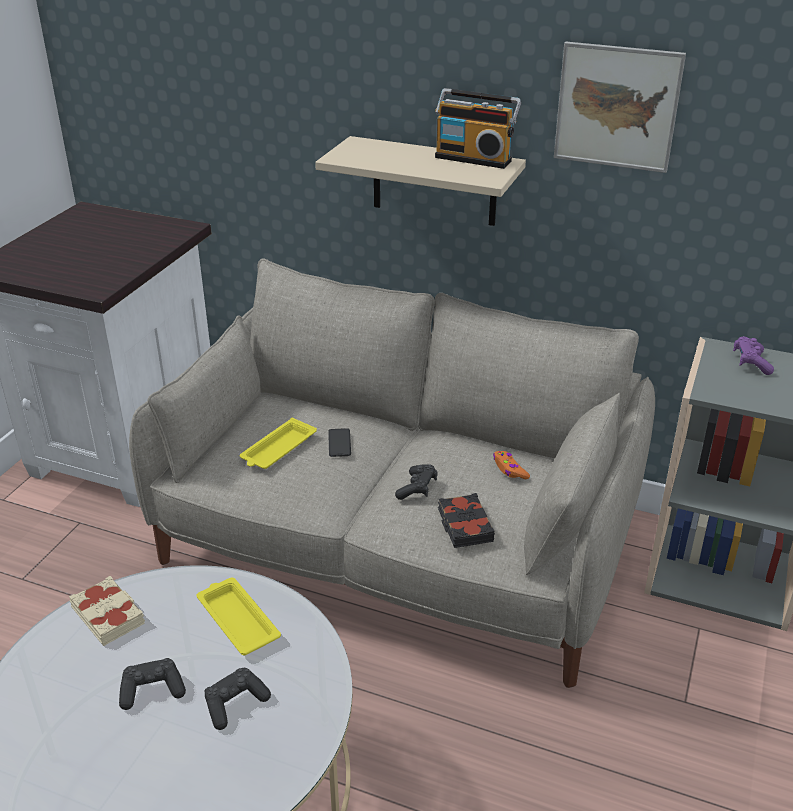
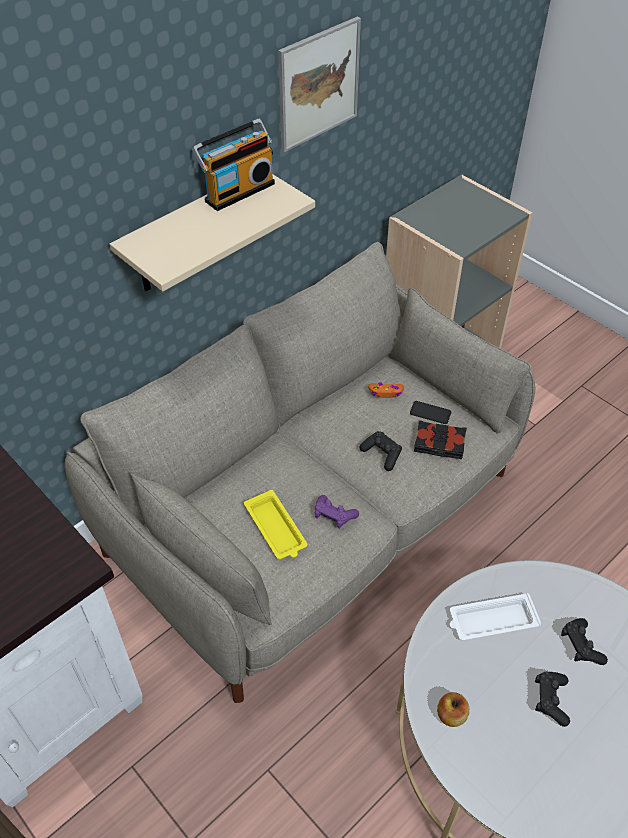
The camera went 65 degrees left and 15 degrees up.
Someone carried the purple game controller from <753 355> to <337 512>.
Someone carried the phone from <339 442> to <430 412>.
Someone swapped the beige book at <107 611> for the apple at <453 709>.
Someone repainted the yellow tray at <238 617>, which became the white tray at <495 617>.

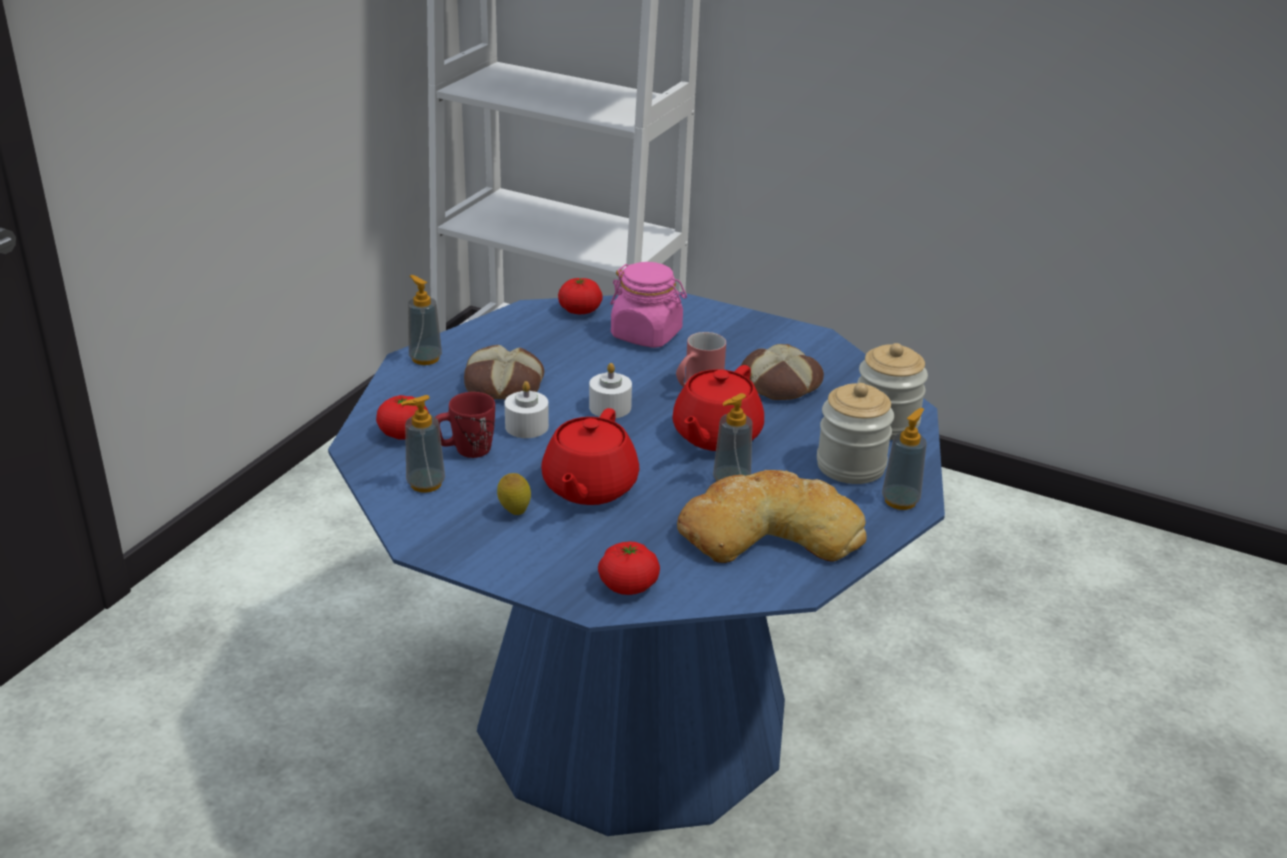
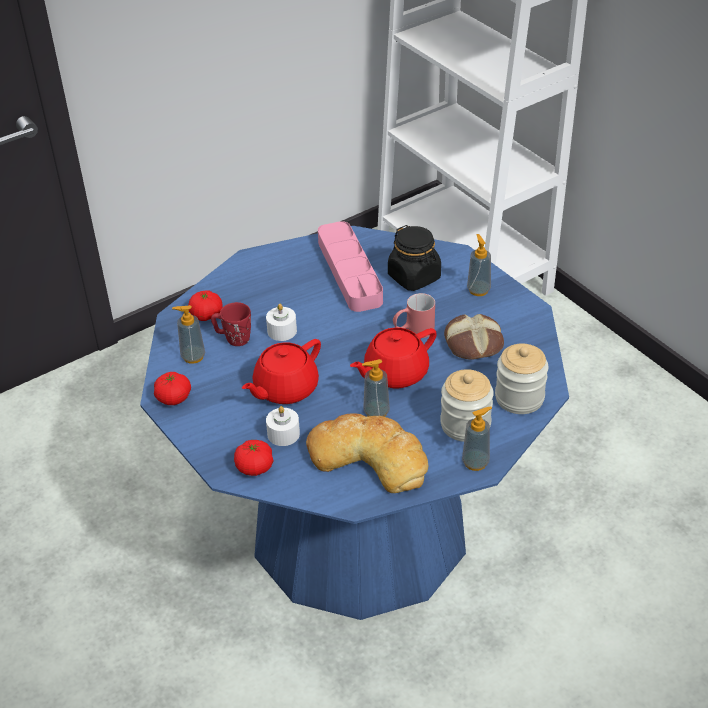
The camera went 30 degrees right and 10 degrees up.
Someone repainted the pink jar at <648 305>, which became the black jar at <414 258>.
Someone carried the soap dispenser from <425 320> to <479 265>.
Someone carried the tomato from <580 296> to <172 388>.
Someone took away the bread at <504 372>.
Someone carried the white candle from <610 390> to <283 426>.
Someone took away the lemon at <514 494>.
Someone put down the pink tray at <350 266>.

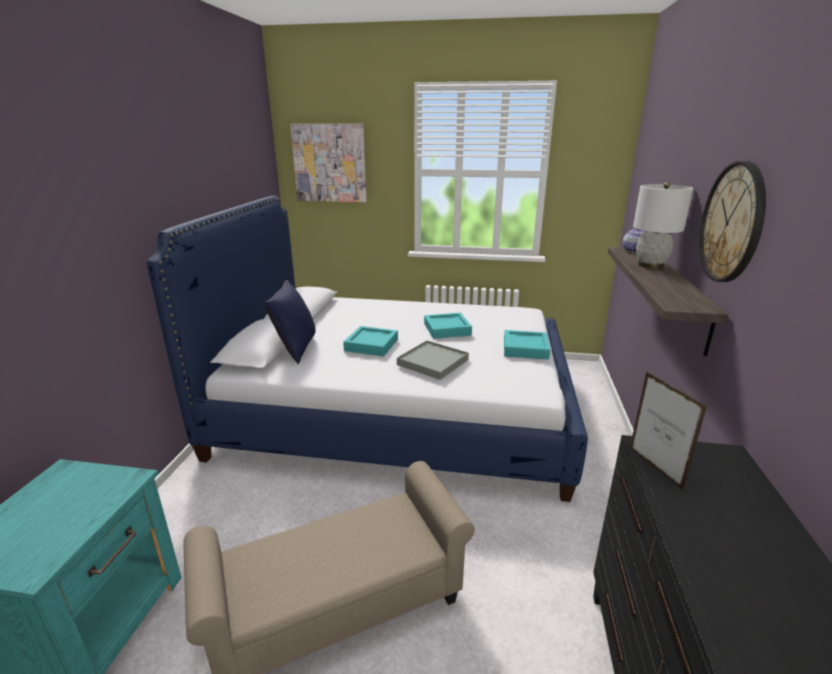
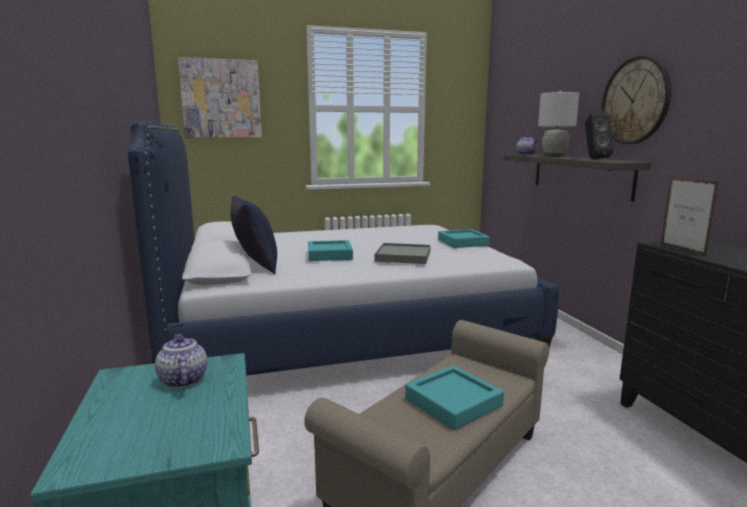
The camera went 25 degrees left and 10 degrees down.
Someone carried the turquoise tray from <448 326> to <454 397>.
Someone rotated the picture frame at <668 430> by 150 degrees counterclockwise.
Someone put down the black speaker at <599 135>.
Someone put down the teapot at <181 361>.

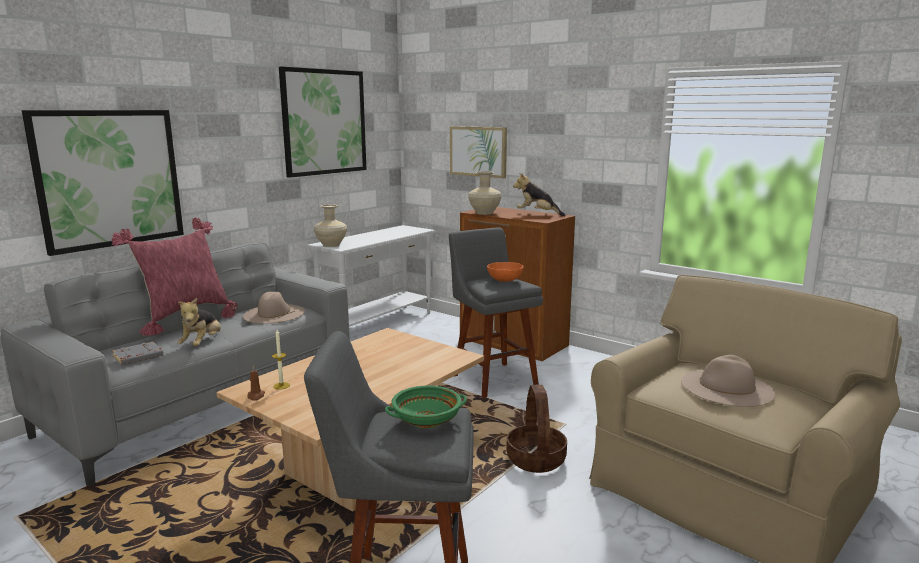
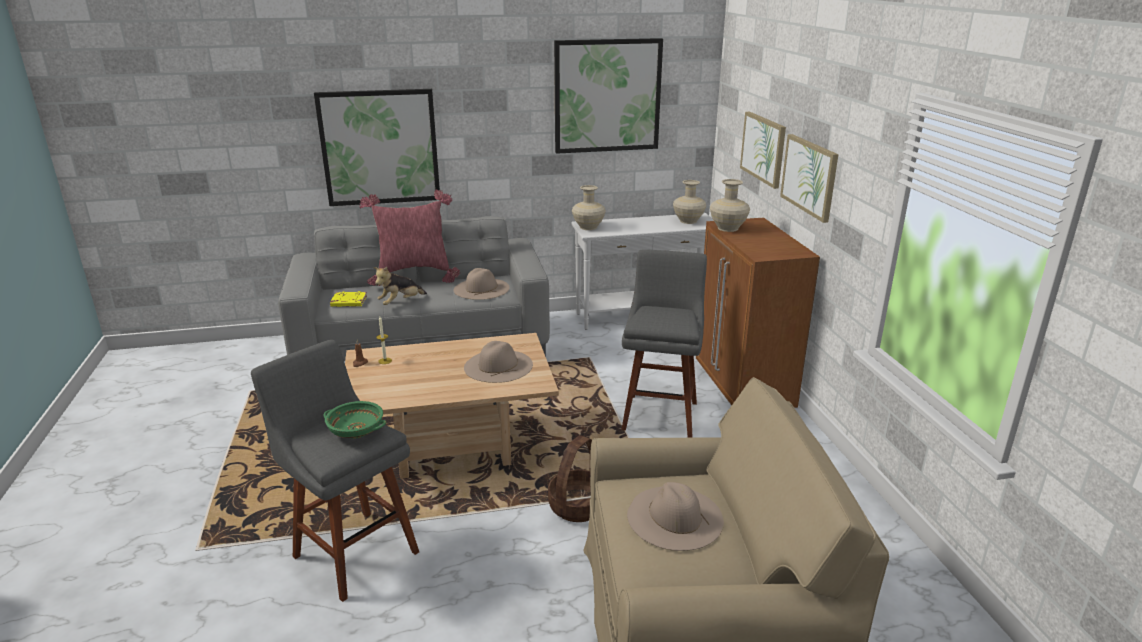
The camera went 40 degrees right and 10 degrees up.
Someone took away the plush toy at <539 194>.
Someone took away the orange bowl at <505 272>.
Someone repainted the grey book at <137 353>, which became the yellow book at <348 299>.
Someone put up the picture at <809 178>.
Someone put down the beige vase at <689 202>.
Someone put down the beige hat at <498 362>.

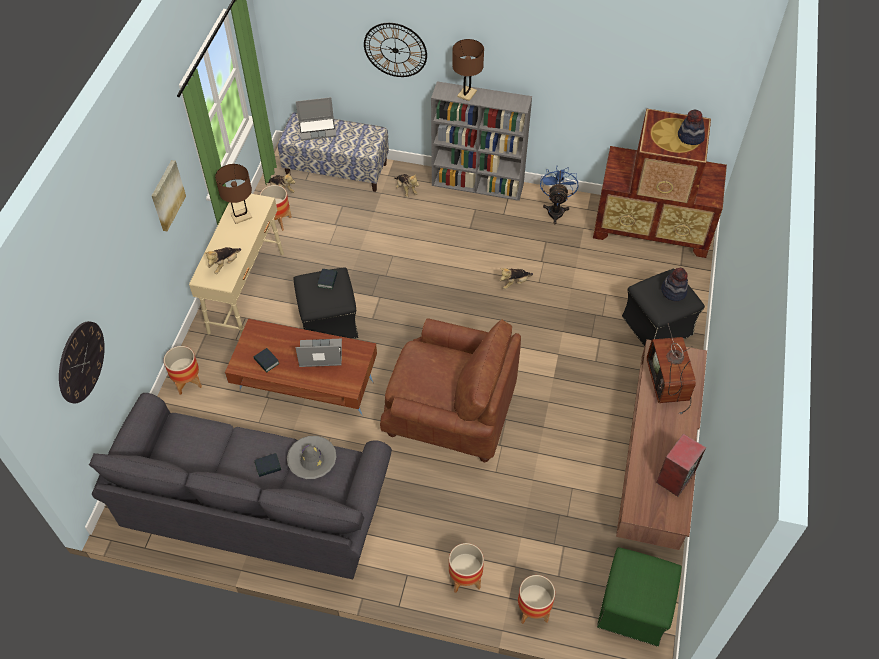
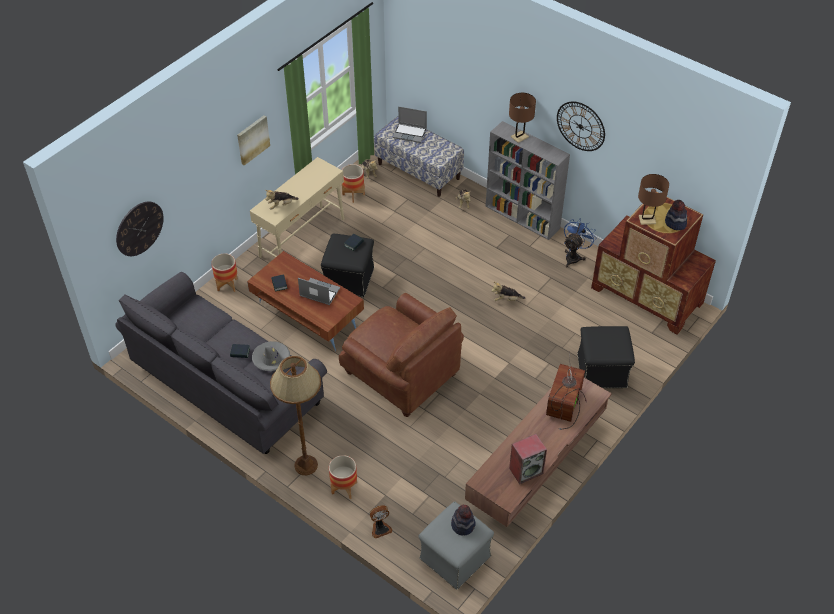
The camera went 25 degrees right and 5 degrees down.
Someone carried the wall clock from <395 50> to <581 126>.
Someone carried the brown table lamp from <233 194> to <653 199>.
Someone carried the hat from <674 284> to <463 520>.
Someone repainted the green ottoman at <639 597>, which became the grey ottoman at <456 546>.
Someone swapped the planter at <536 599> for the fan at <381 522>.
Someone put down the brown floor lamp at <295 415>.

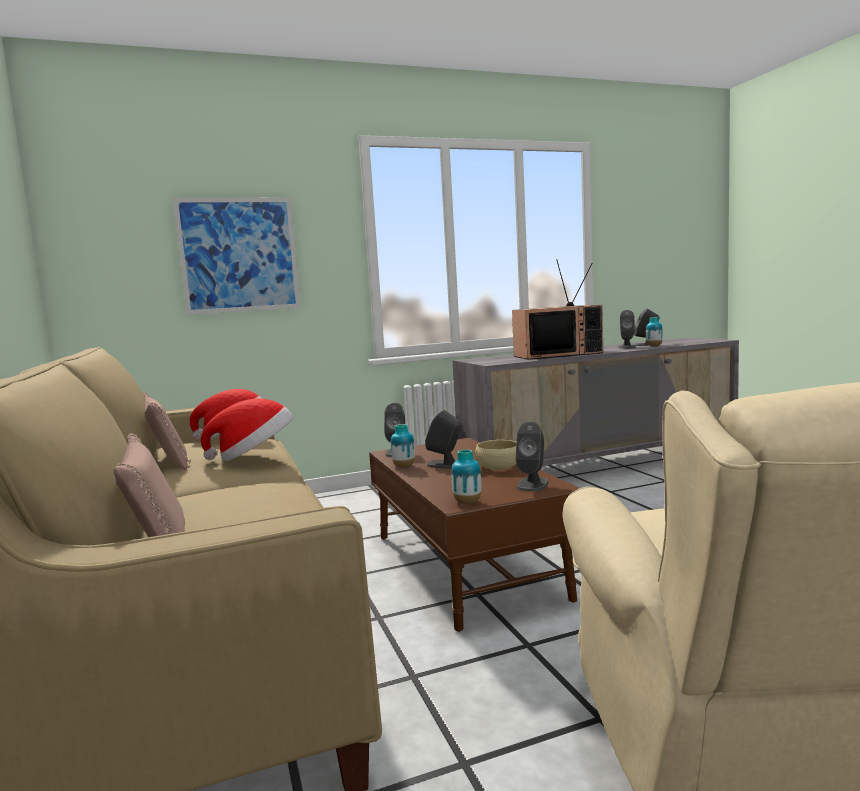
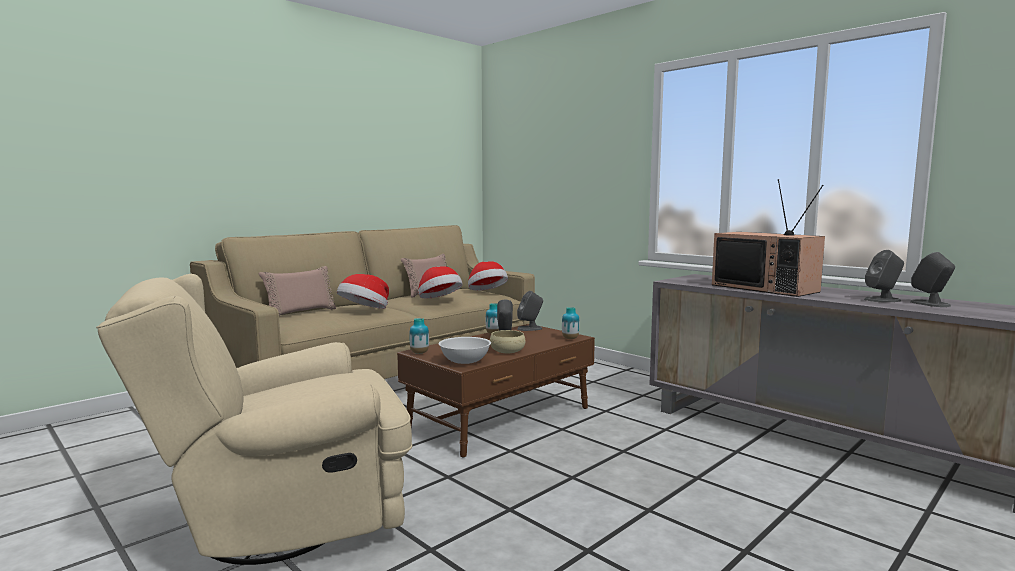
The camera went 65 degrees right and 0 degrees up.
Someone took away the picture at <236 256>.
Someone carried the vase from <654 331> to <571 323>.
Someone swapped the grey speaker at <532 456> for the white bowl at <465 350>.
Someone put down the hat at <363 291>.

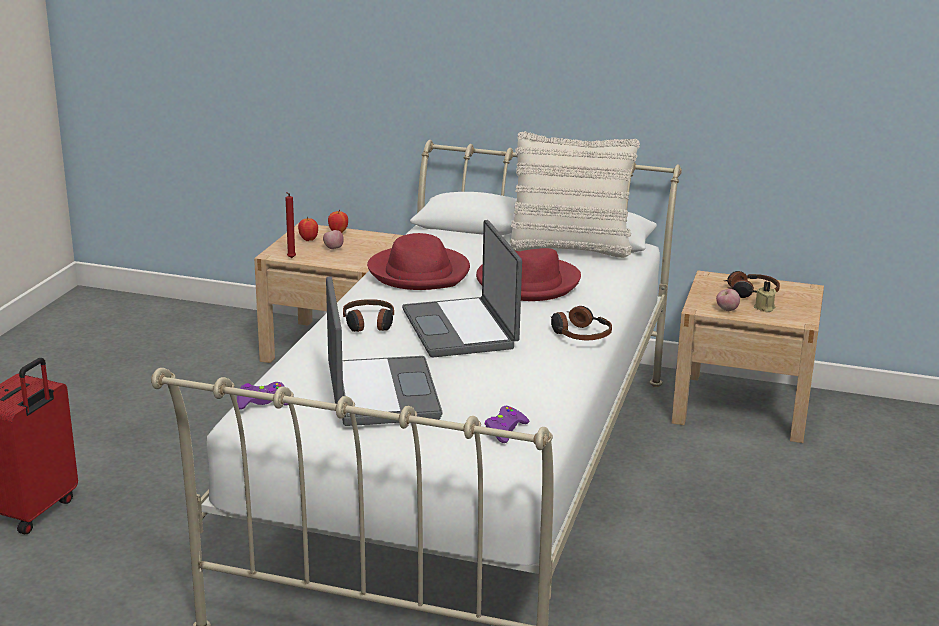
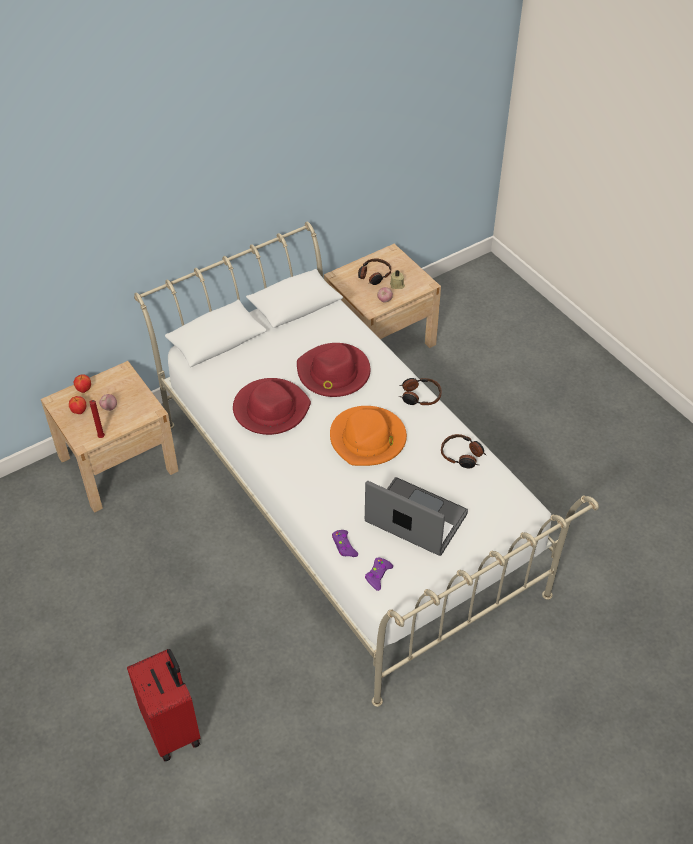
The camera went 50 degrees left and 25 degrees up.
Someone took away the beige pillow at <575 194>.
Someone swapped the laptop at <462 288> for the orange hat at <368 436>.
Someone carried the headphones from <368 315> to <464 451>.
Someone carried the purple game controller from <507 424> to <345 543>.

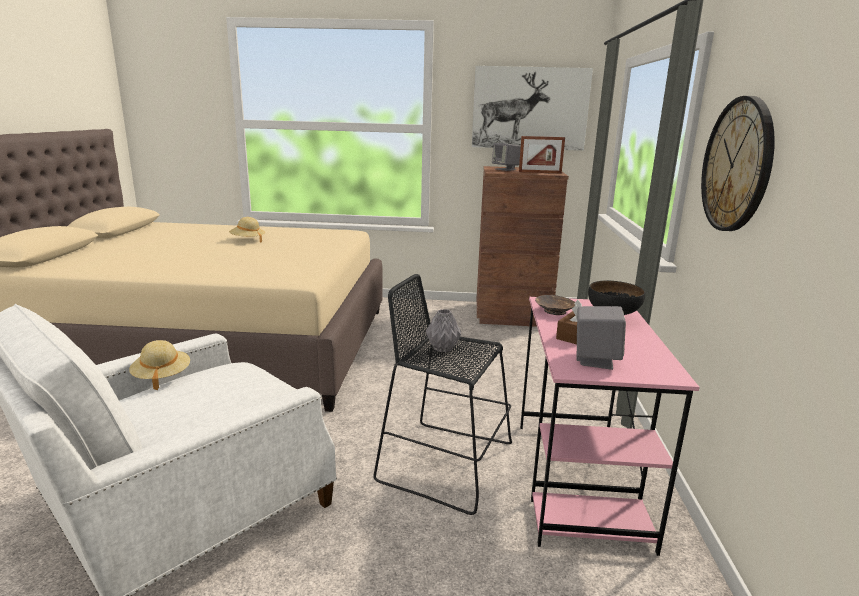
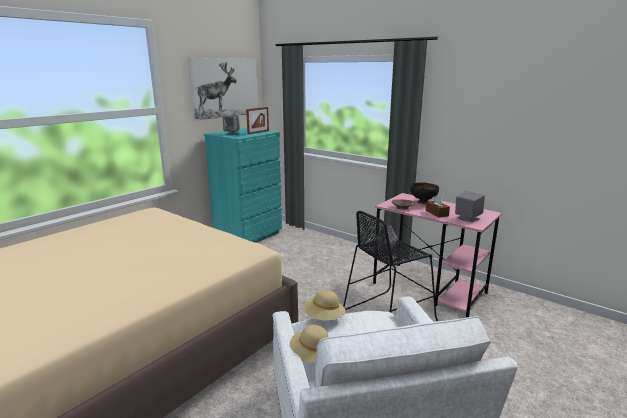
The camera went 55 degrees left and 0 degrees up.
Someone took away the wall clock at <738 163>.
Someone repainted the brown dresser at <523 246>, which became the turquoise dresser at <243 185>.
Someone carried the beige hat from <247 230> to <324 305>.

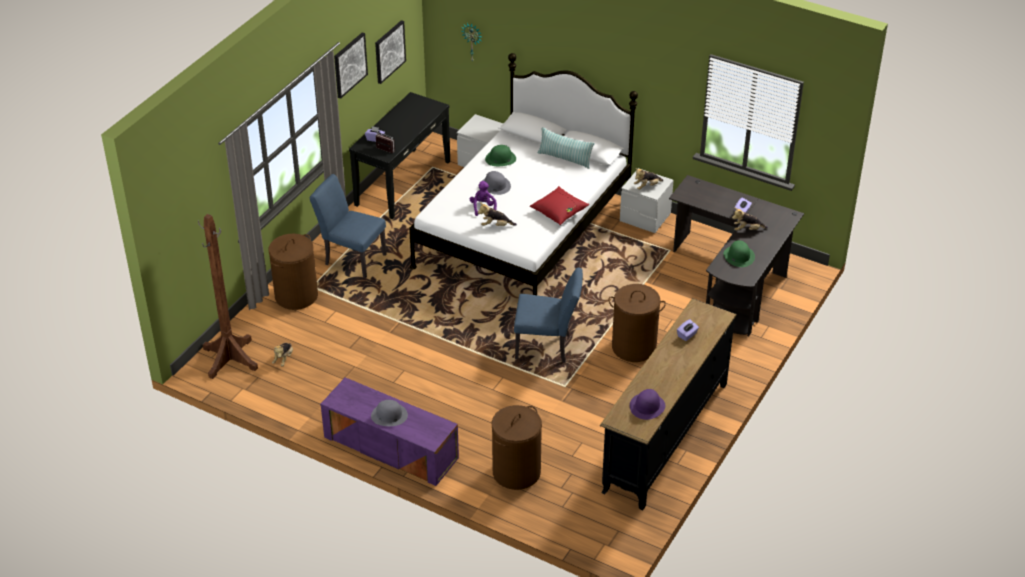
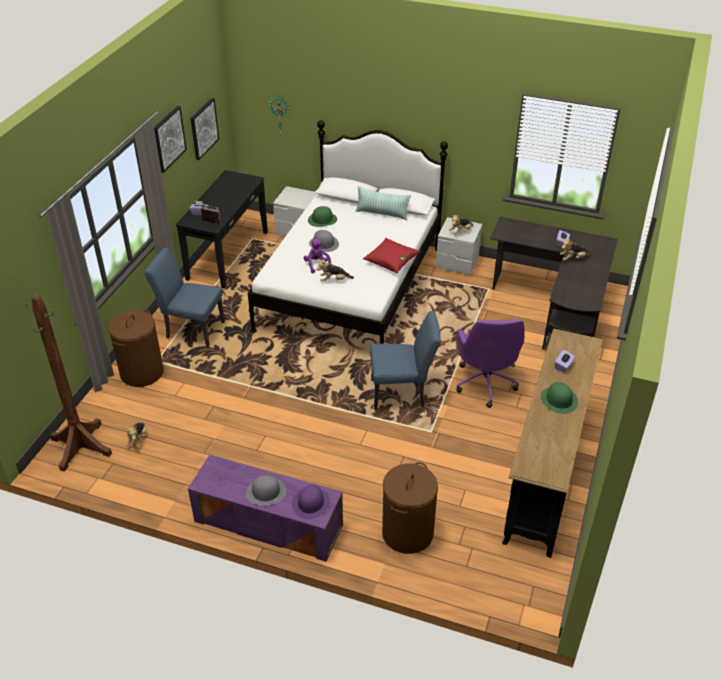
The camera went 10 degrees left and 0 degrees up.
Someone carried the green hat from <739 253> to <559 398>.
Someone swapped the brown laundry basket at <637 323> for the purple office chair at <490 363>.
Someone carried the purple hat from <647 404> to <311 501>.

